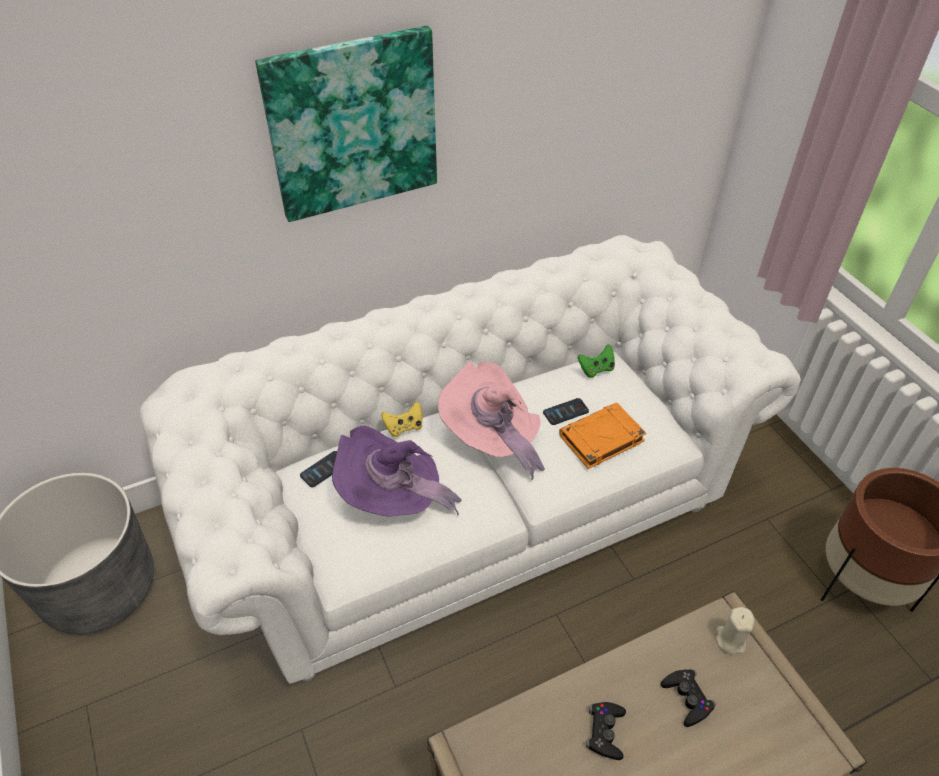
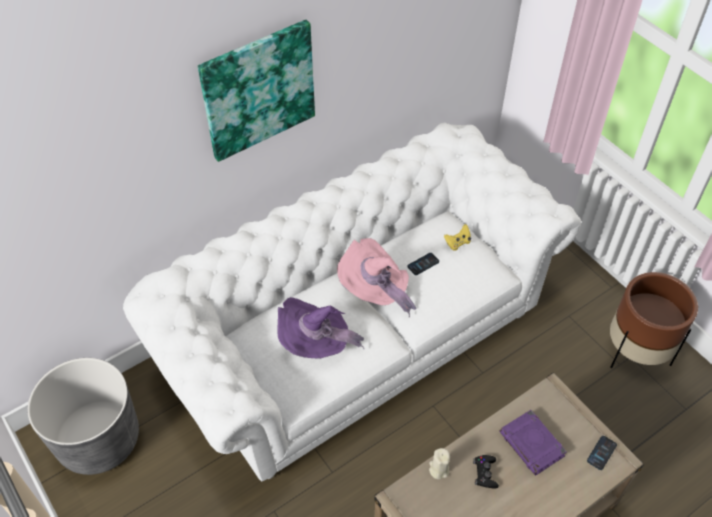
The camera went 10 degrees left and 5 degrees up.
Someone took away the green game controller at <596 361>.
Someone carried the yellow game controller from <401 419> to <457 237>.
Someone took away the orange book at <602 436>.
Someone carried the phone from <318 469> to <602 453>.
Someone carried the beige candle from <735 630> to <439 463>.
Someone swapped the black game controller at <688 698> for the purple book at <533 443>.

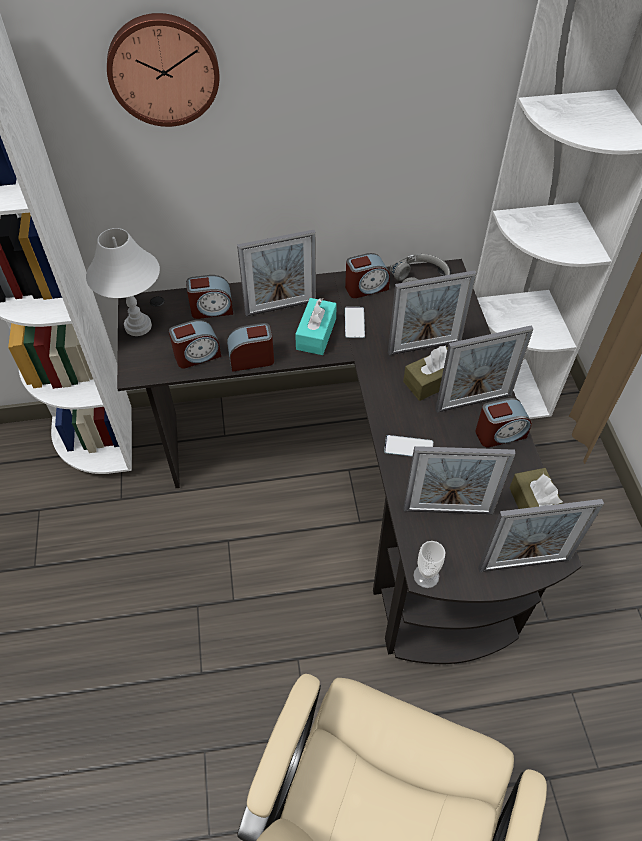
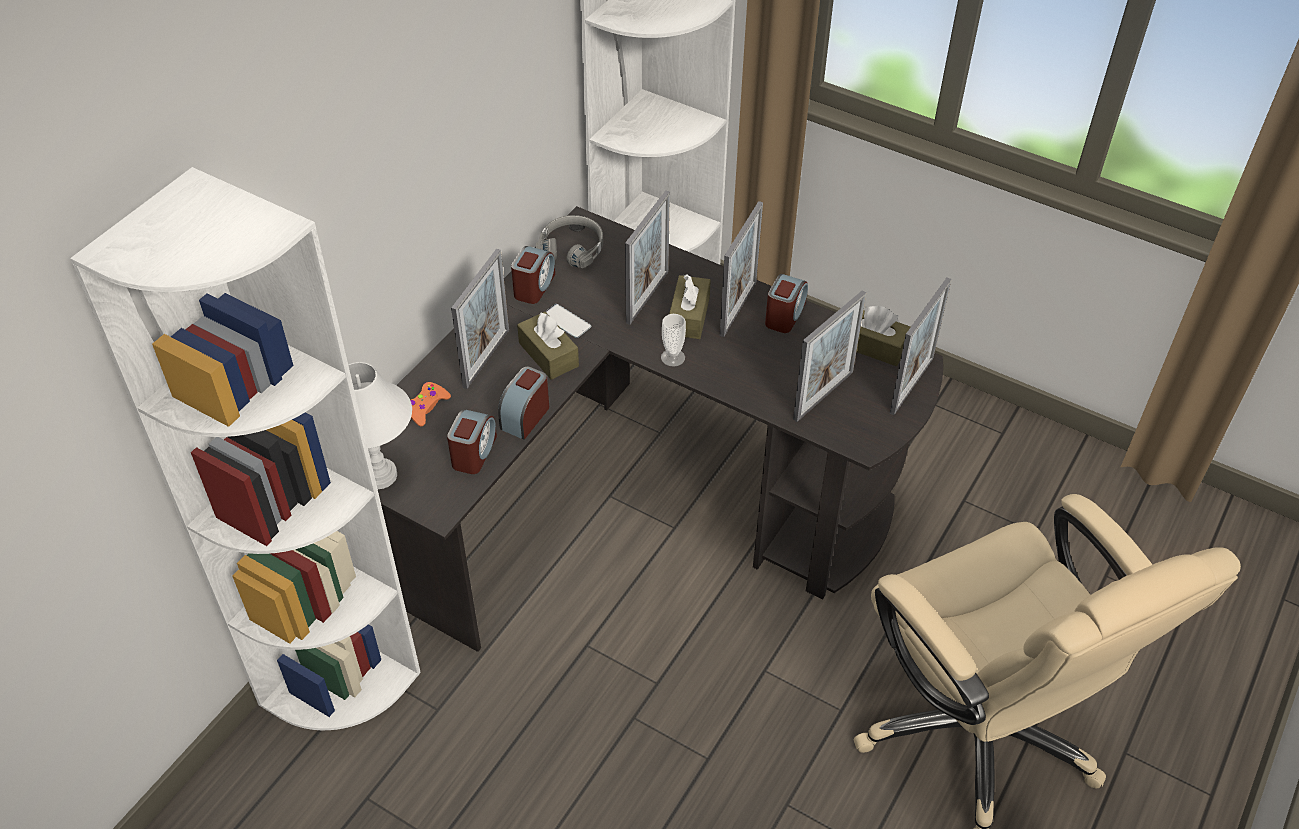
The camera went 50 degrees left and 5 degrees down.
Someone took away the wall clock at <163 70>.
Someone swapped the alarm clock at <209 297> for the orange game controller at <430 404>.
Someone repainted the turquoise tissue box at <316 326>, which became the brown tissue box at <548 346>.
Someone took away the phone at <408 446>.
Someone carried the cup from <429 564> to <673 340>.

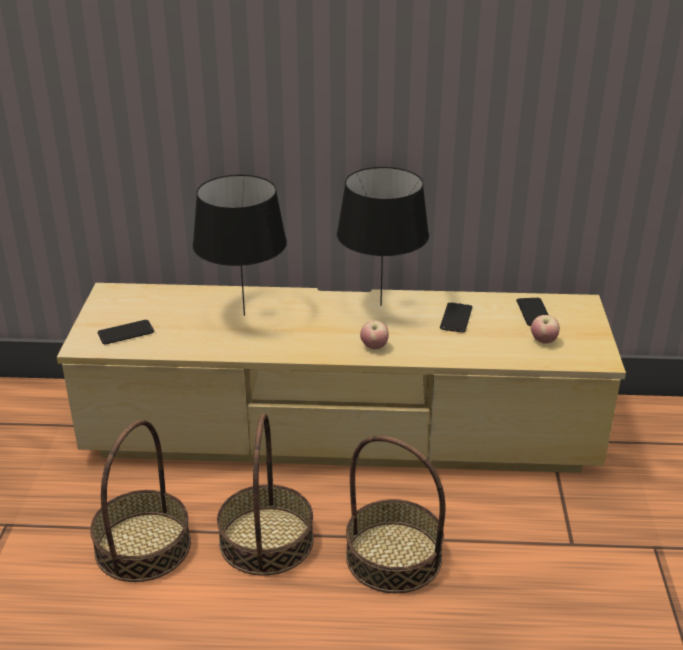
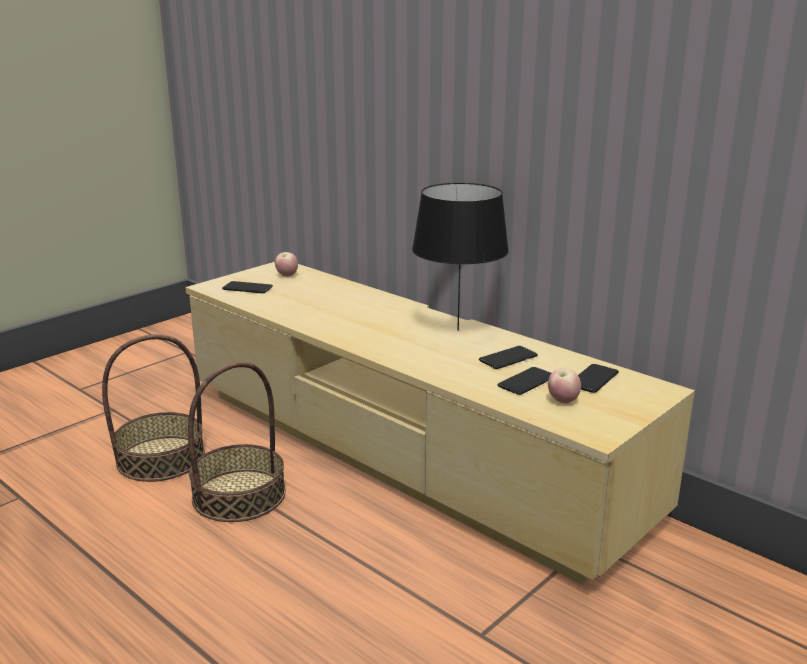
The camera went 40 degrees right and 10 degrees down.
Someone took away the black table lamp at <240 245>.
Someone carried the apple from <374 335> to <286 264>.
Someone took away the basket at <396 514>.
Someone put down the phone at <525 381>.

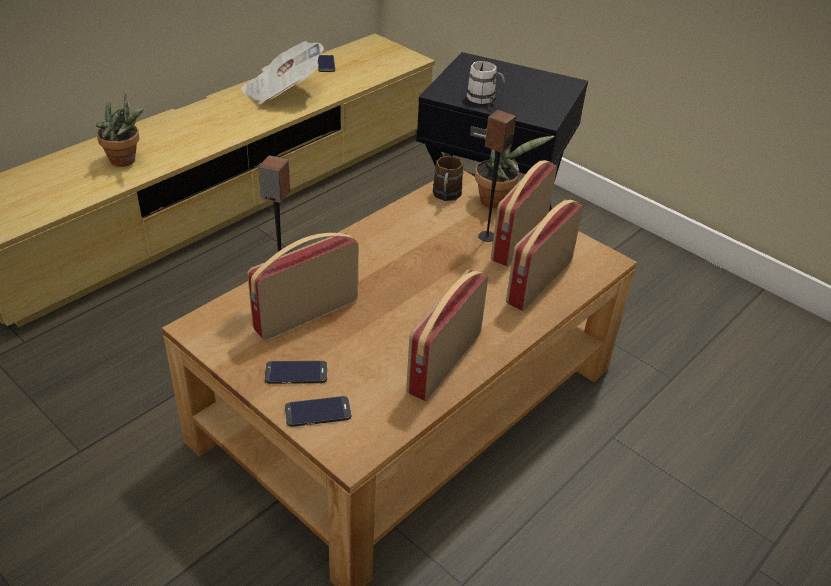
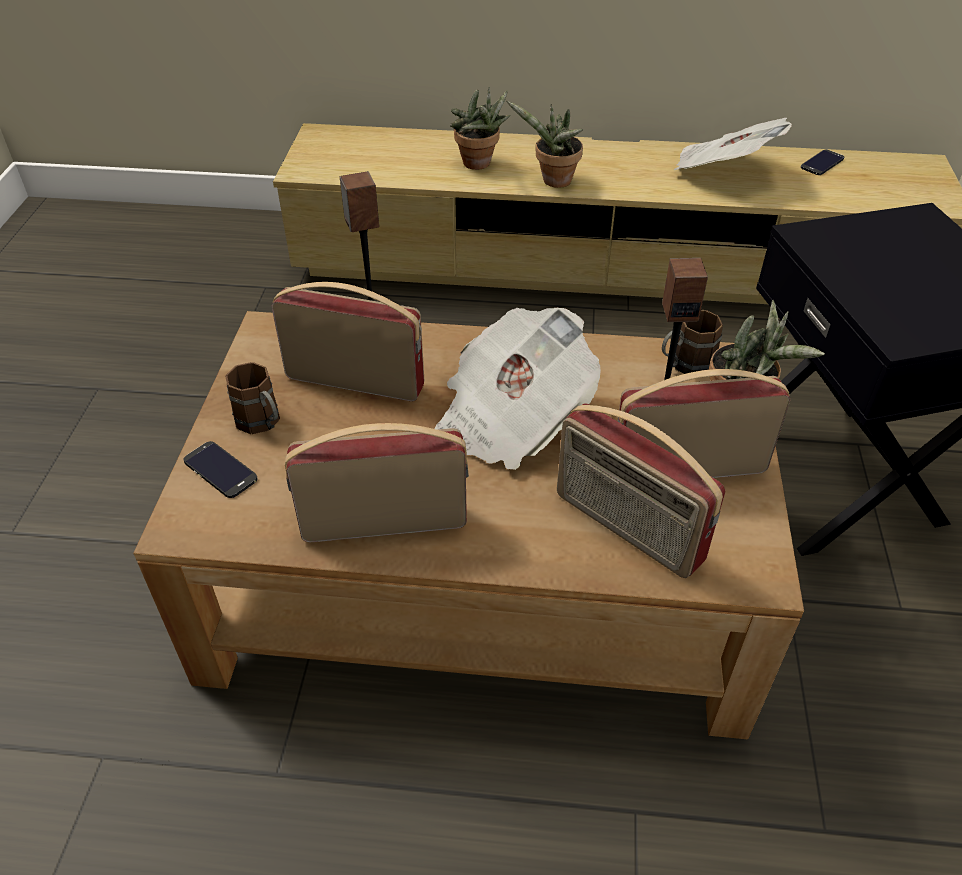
The camera went 55 degrees right and 5 degrees up.
Someone took away the white mug at <486 82>.
Someone rotated the radio at <544 255> by 135 degrees counterclockwise.
Someone swapped the phone at <296 372> for the brown mug at <252 398>.
Someone put down the potted plant at <544 144>.
Someone put down the newspaper at <518 389>.

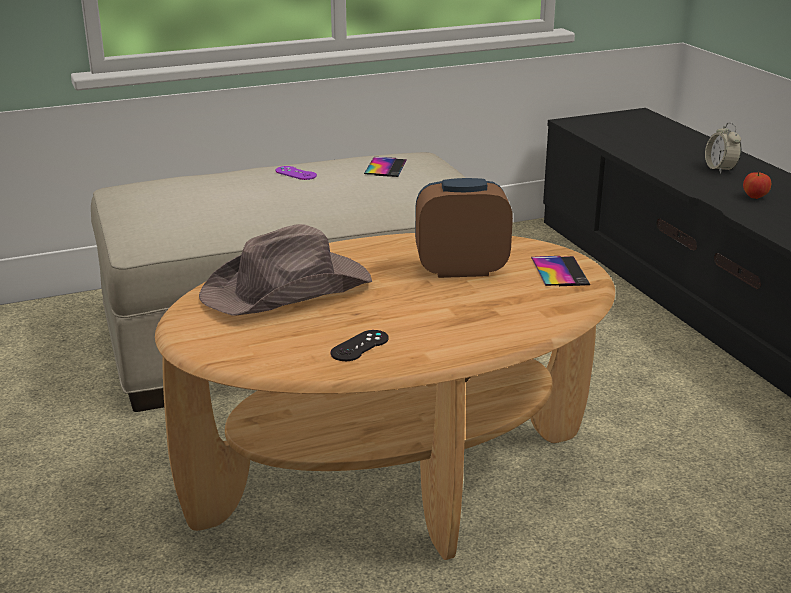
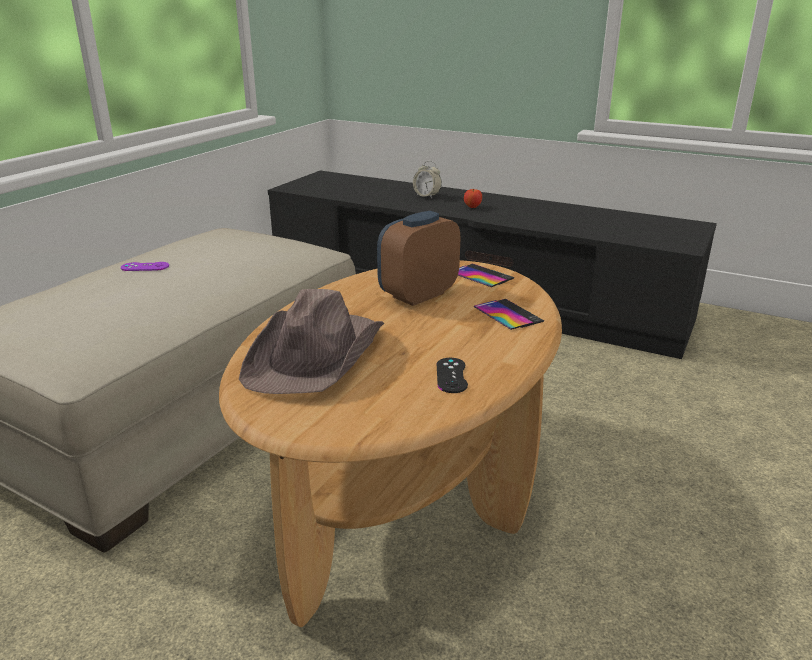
The camera went 40 degrees left and 0 degrees up.
Someone carried the phone from <385 167> to <509 314>.

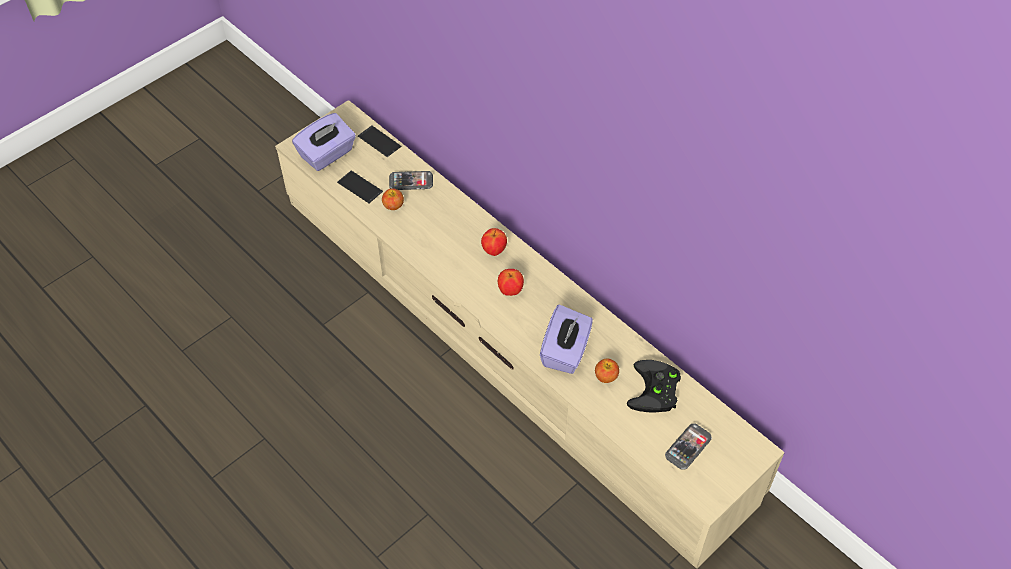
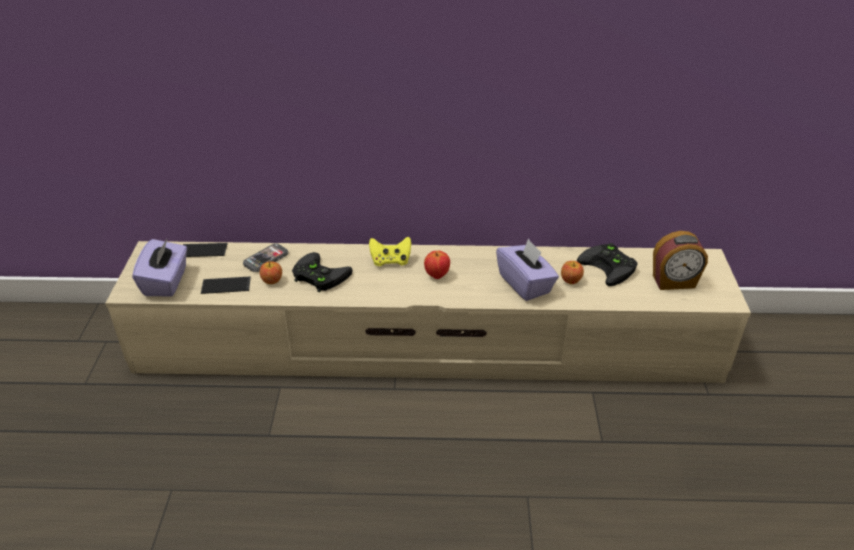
The camera went 45 degrees left and 15 degrees down.
Someone swapped the apple at <494 242> for the yellow game controller at <390 251>.
Someone swapped the phone at <688 446> for the alarm clock at <680 260>.
Someone put down the black game controller at <322 272>.

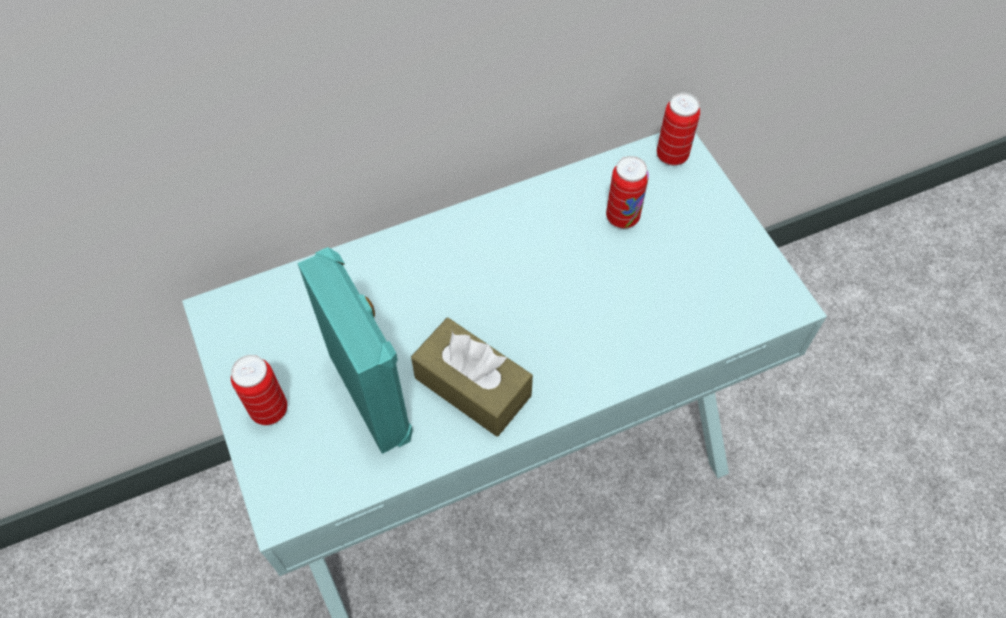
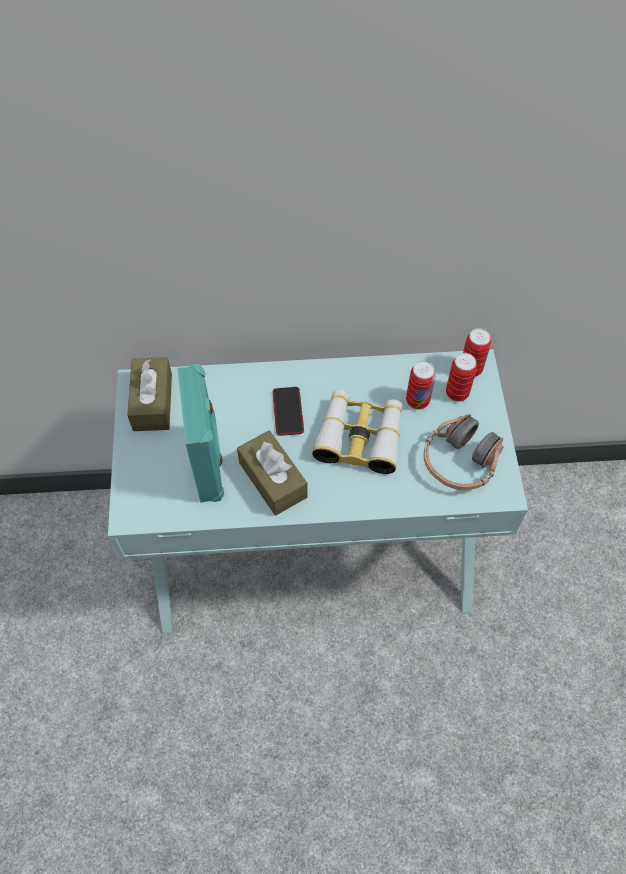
The camera went 20 degrees right and 0 degrees up.
Someone carried the can from <259 390> to <461 377>.
Someone put down the brown tissue box at <149 394>.
Someone put down the phone at <288 411>.
Someone put down the binoculars at <357 432>.
Someone put down the headphones at <464 452>.

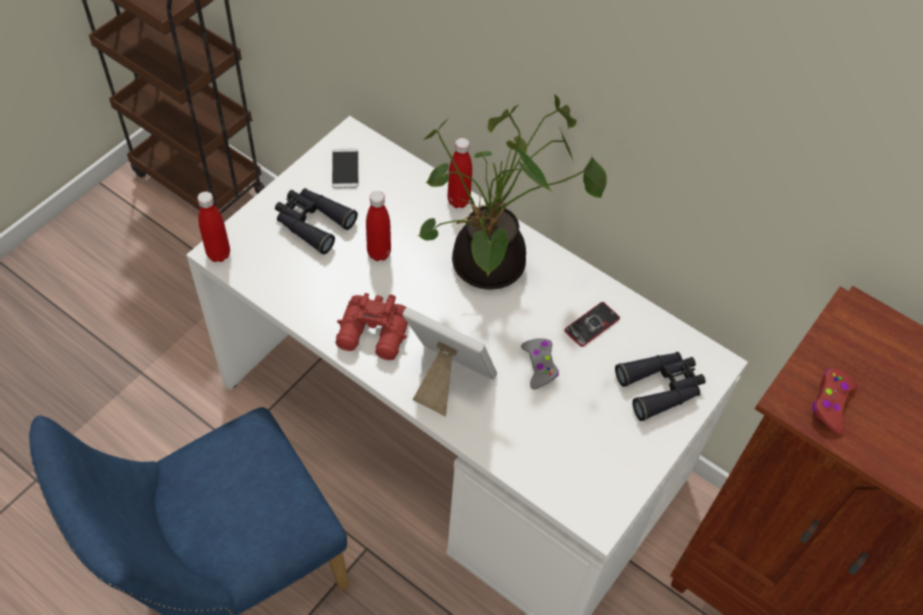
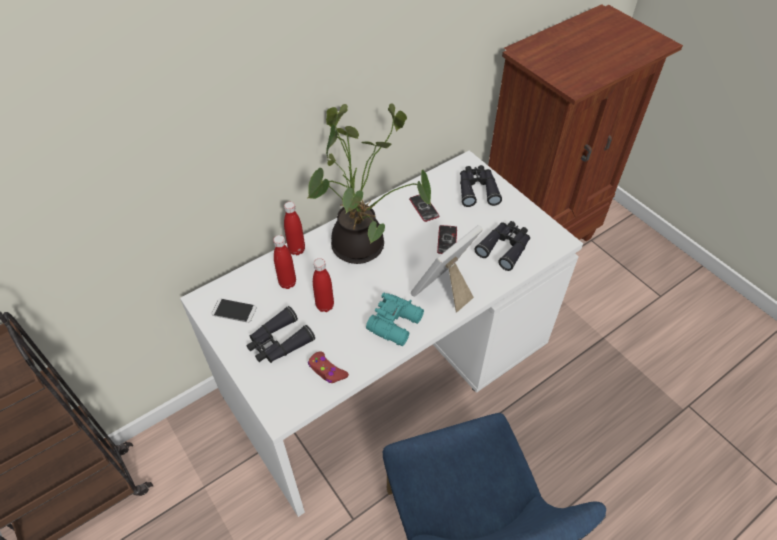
The camera went 70 degrees left and 5 degrees down.
Someone carried the red bottle from <213 226> to <284 262>.
Someone repainted the red binoculars at <371 326>, which became the turquoise binoculars at <395 319>.
Someone swapped the grey game controller at <540 363> for the phone at <447 239>.
Someone carried the red game controller from <834 401> to <328 367>.
Someone put down the black binoculars at <502 246>.

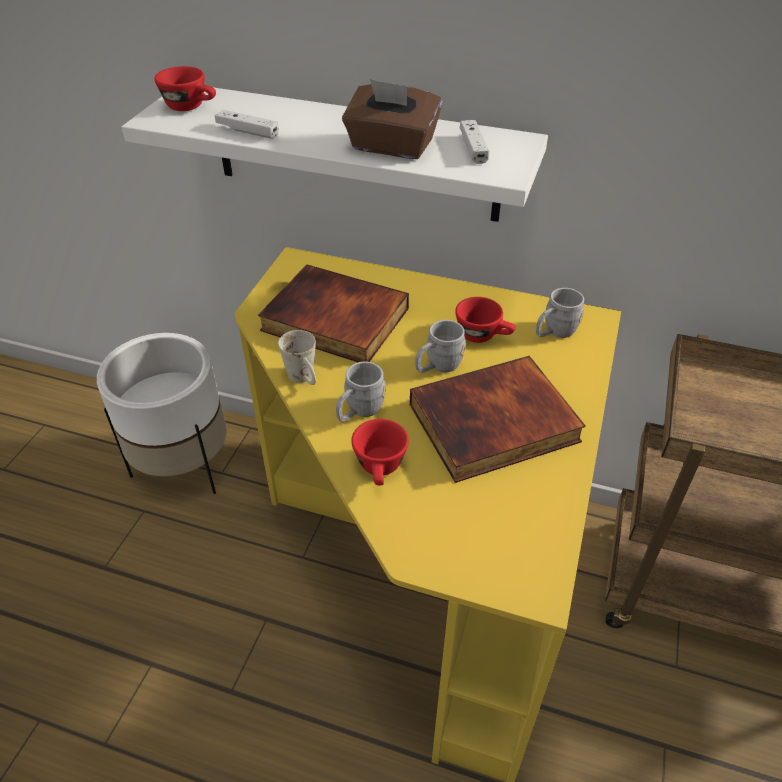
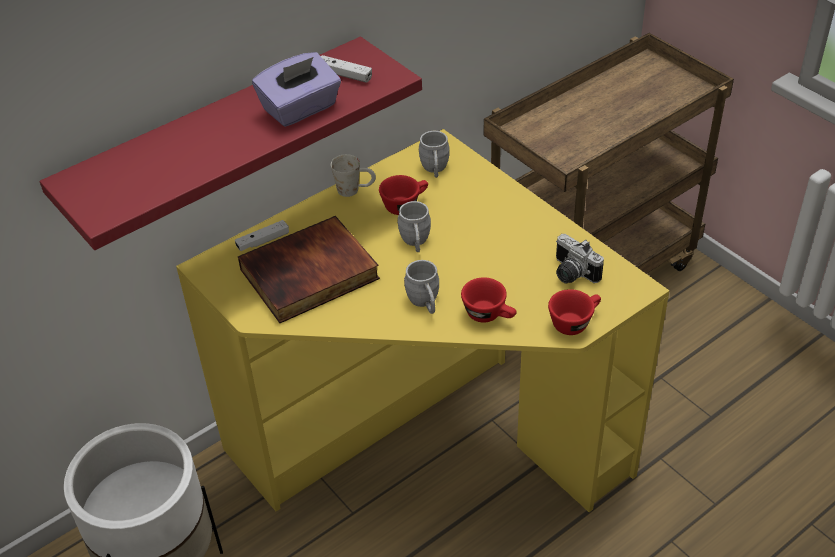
The camera went 55 degrees left and 0 degrees up.
Someone carried the red cup from <185 88> to <574 312>.
Someone repainted the brown tissue box at <392 119>, which became the purple tissue box at <296 89>.
Someone repainted the white shelf at <335 154>, which became the red shelf at <231 143>.
Someone carried the white game controller from <247 124> to <262 235>.
Someone carried the white mug from <297 357> to <353 175>.
Someone took away the book at <498 419>.
Someone put down the photo camera at <580 258>.

